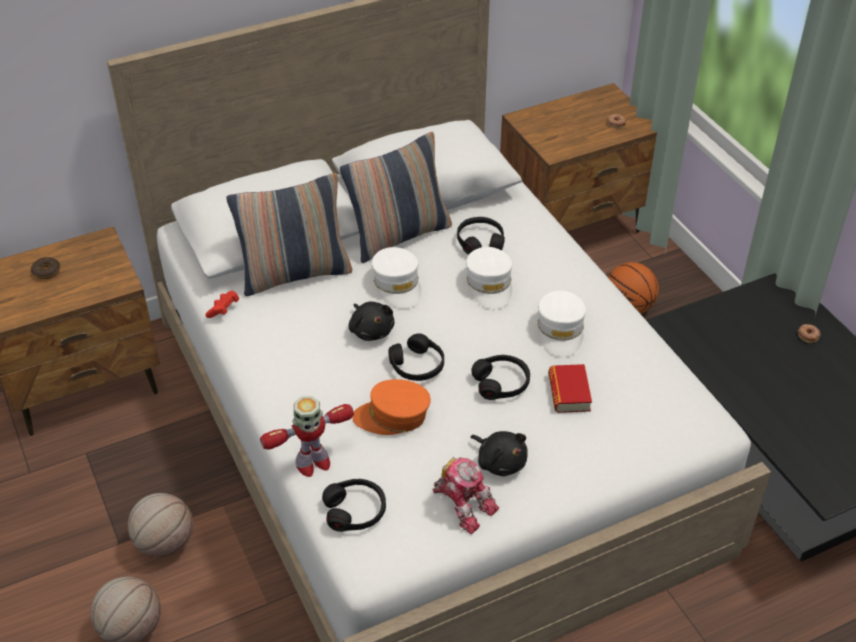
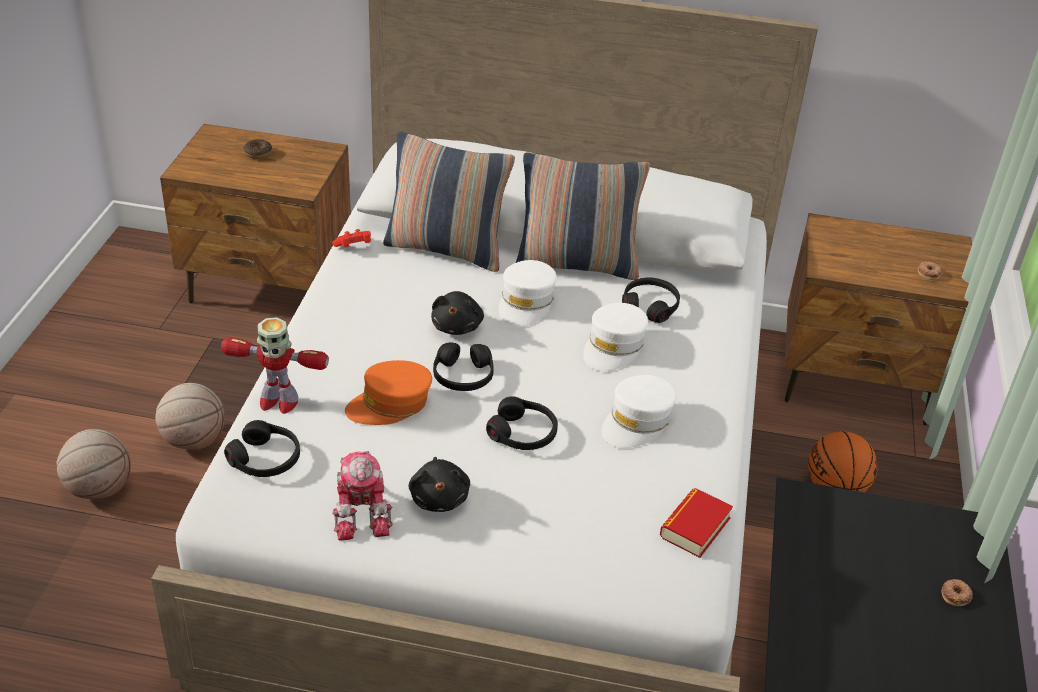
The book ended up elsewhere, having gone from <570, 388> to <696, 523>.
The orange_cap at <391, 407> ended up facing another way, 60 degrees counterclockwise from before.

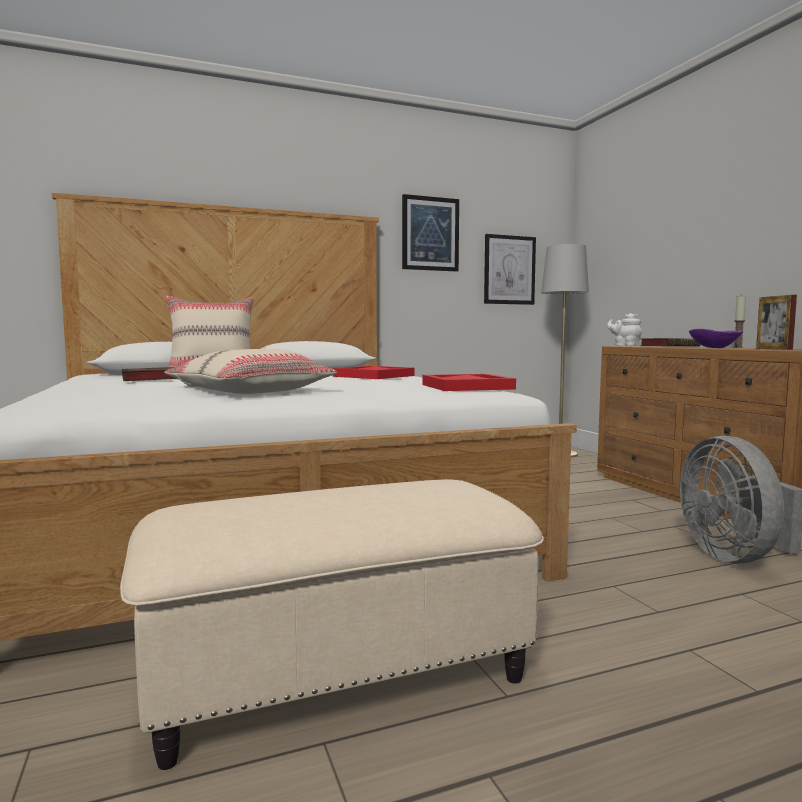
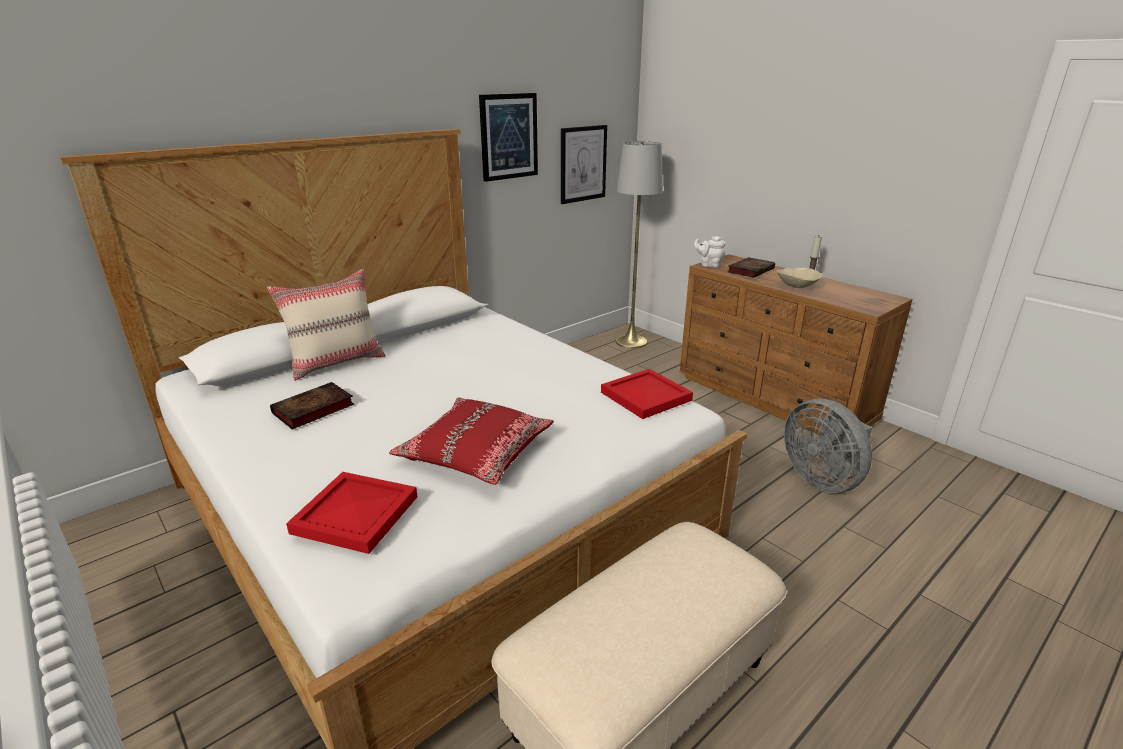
The second view lost the picture_frame at <776, 322>.
The red_tray ended up elsewhere, having gone from <374, 372> to <351, 513>.
What was the beige_pillow at <250, 371> turned into the red_pillow at <471, 441>.
What was the purple_bowl at <716, 338> turned into the beige_bowl at <799, 277>.

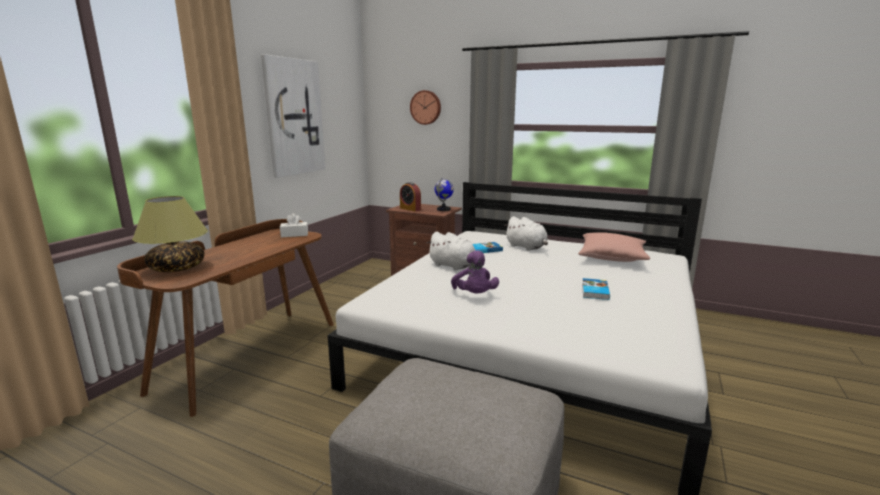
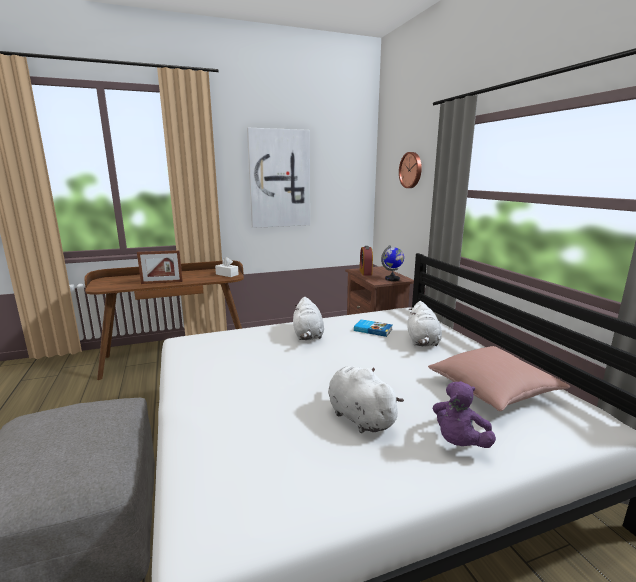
The second view lost the table_lamp at <170, 234>.
The second view gained the picture_frame at <160, 267>.
The purple_plush_toy ended up elsewhere, having gone from <475, 272> to <464, 414>.
Where the book stood at <596, 289>, the white_plush_toy came to stand at <366, 399>.

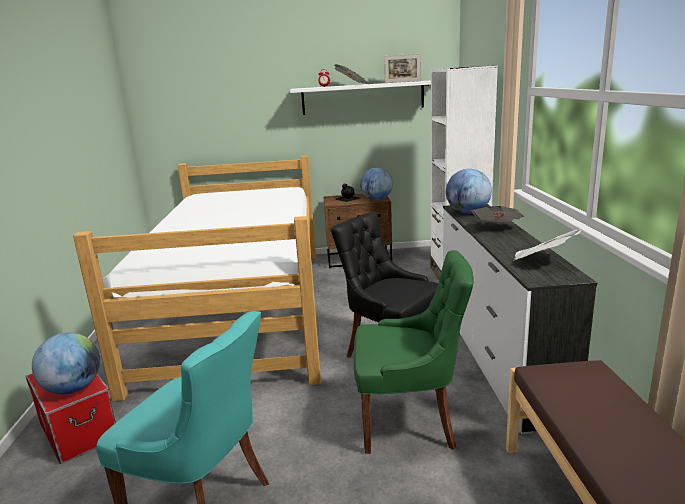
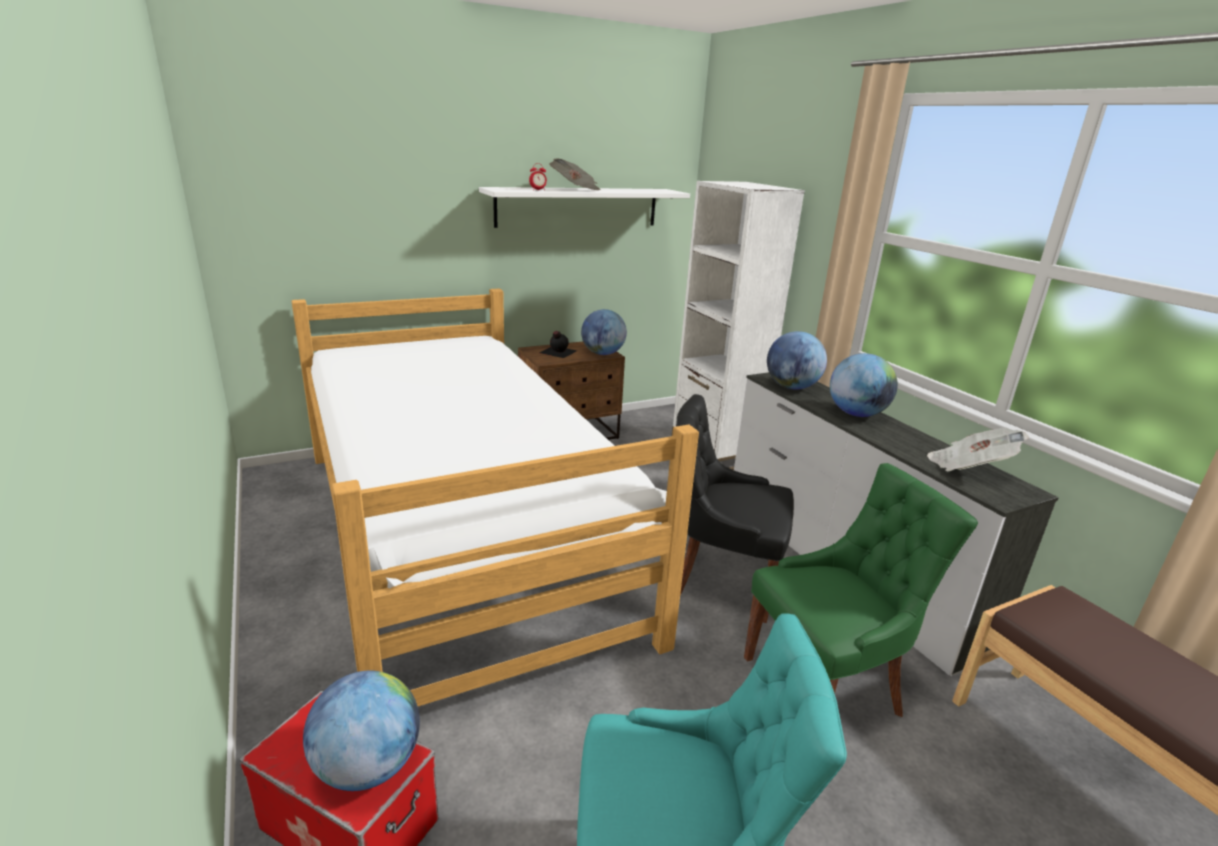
The second view lost the picture_frame at <402, 68>.
Where the newspaper stood at <497, 214>, the globe came to stand at <864, 385>.

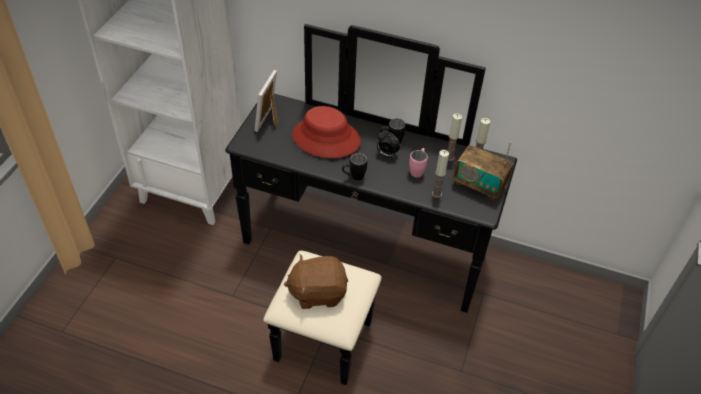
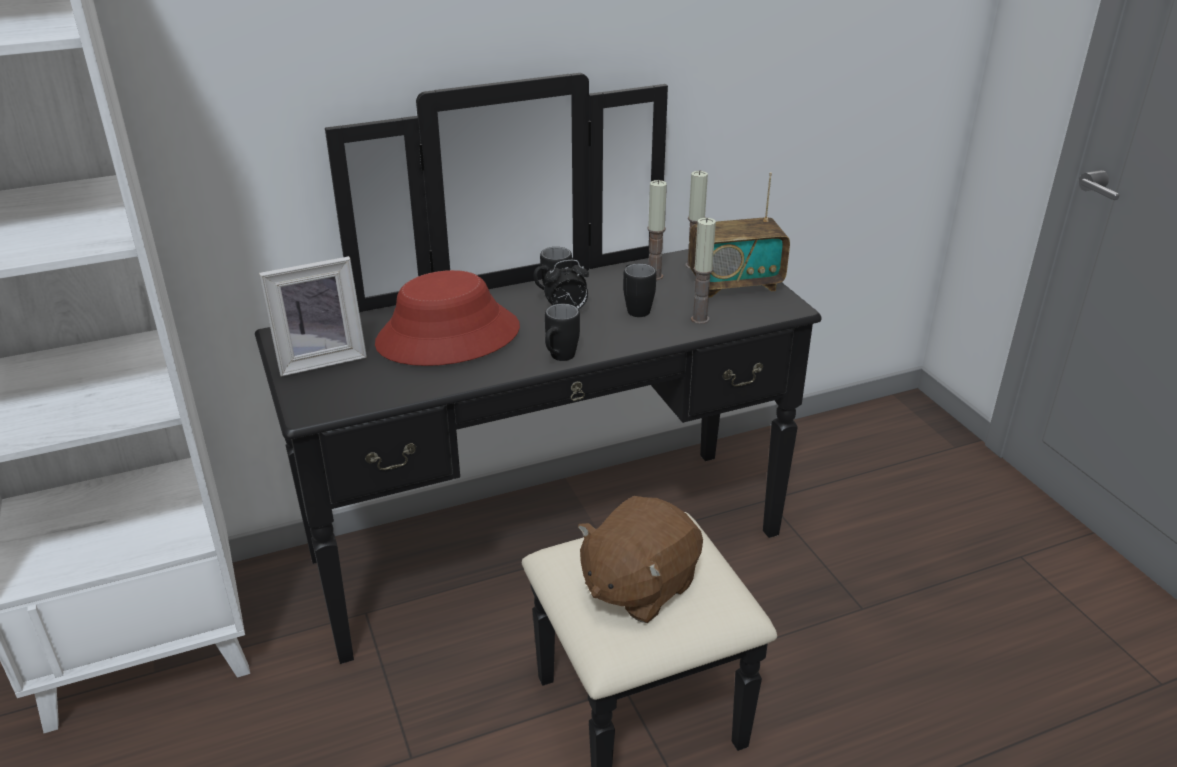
What was the pink_mug at <418, 163> turned into the black_mug at <639, 290>.
The picture_frame at <266, 101> ended up facing another way, 90 degrees counterclockwise from before.

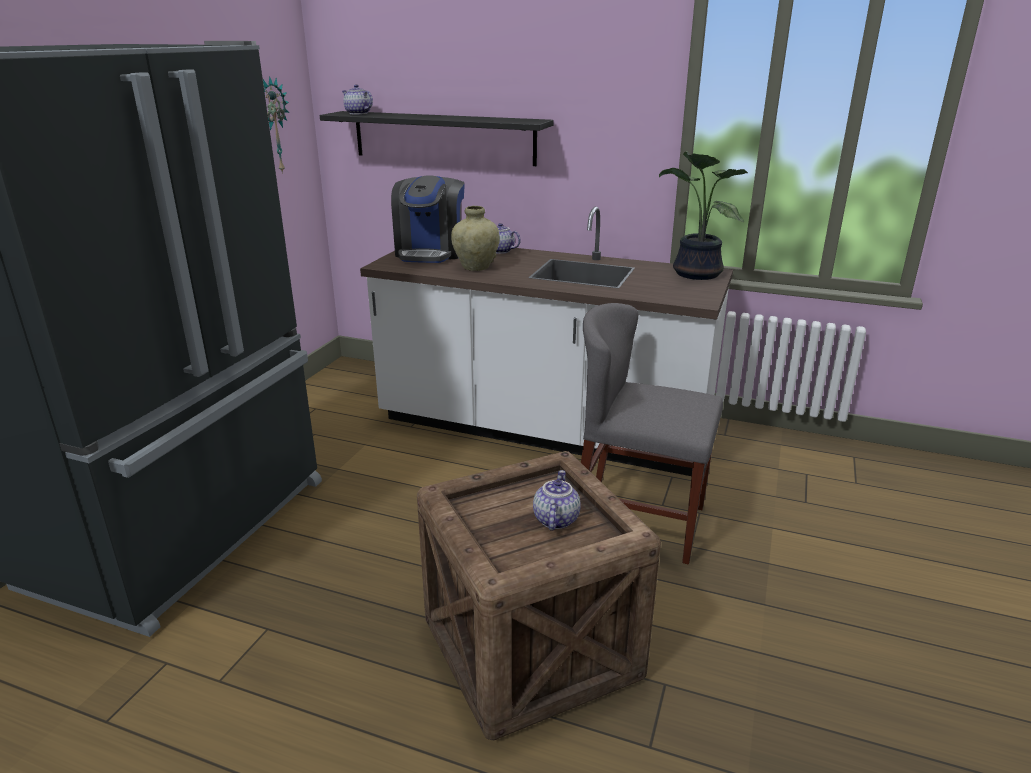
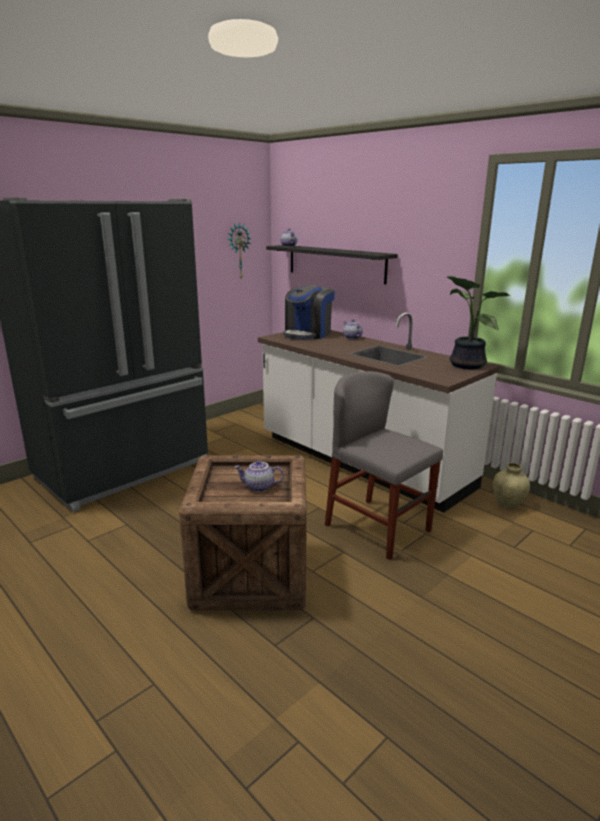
The beige_vase ended up elsewhere, having gone from <475, 238> to <511, 486>.
The teapot at <557, 500> ended up facing another way, 120 degrees counterclockwise from before.

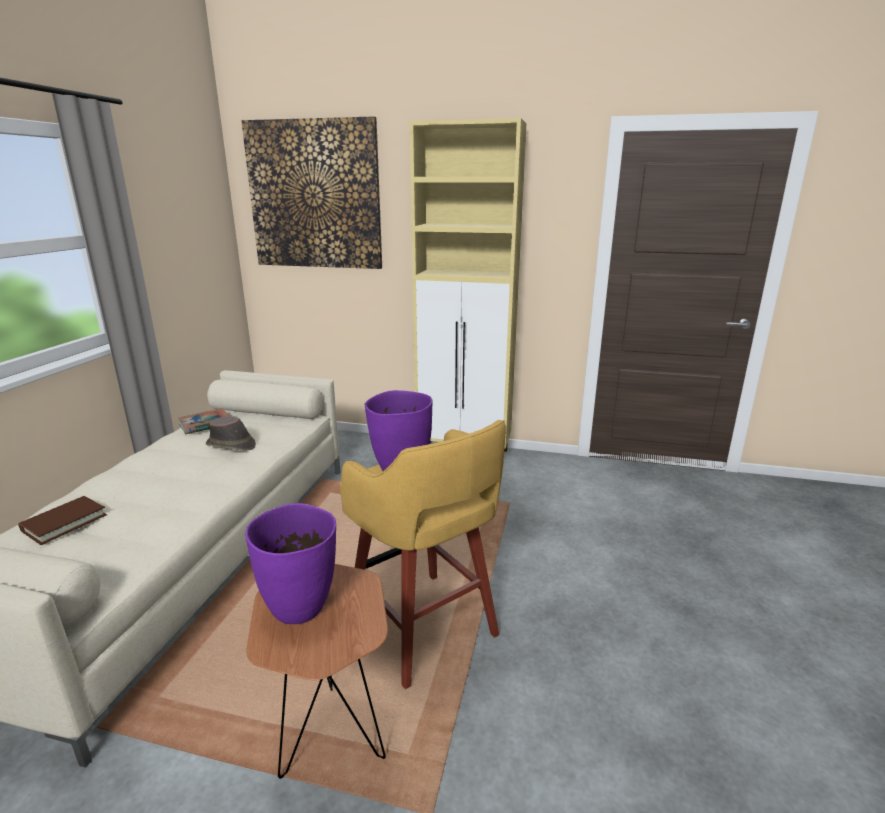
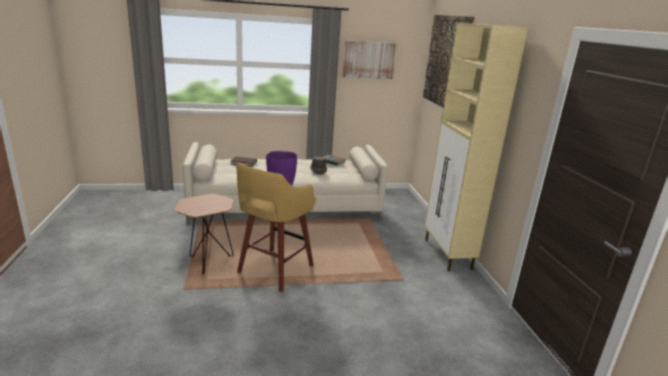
The second view lost the purple_vase at <290, 563>.
The second view gained the picture at <370, 59>.

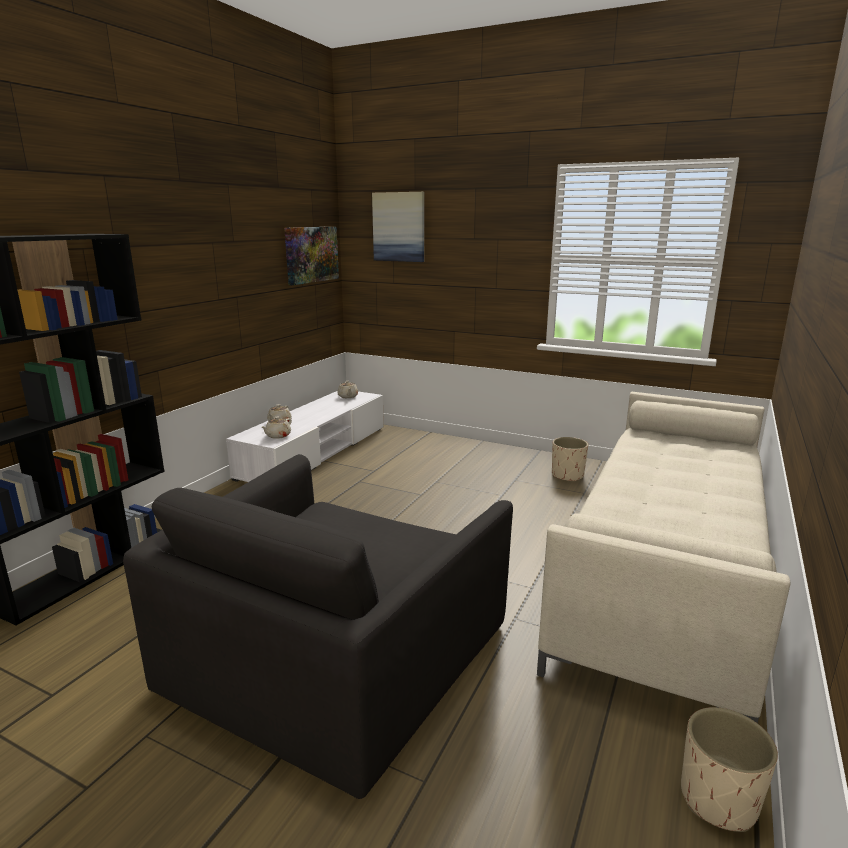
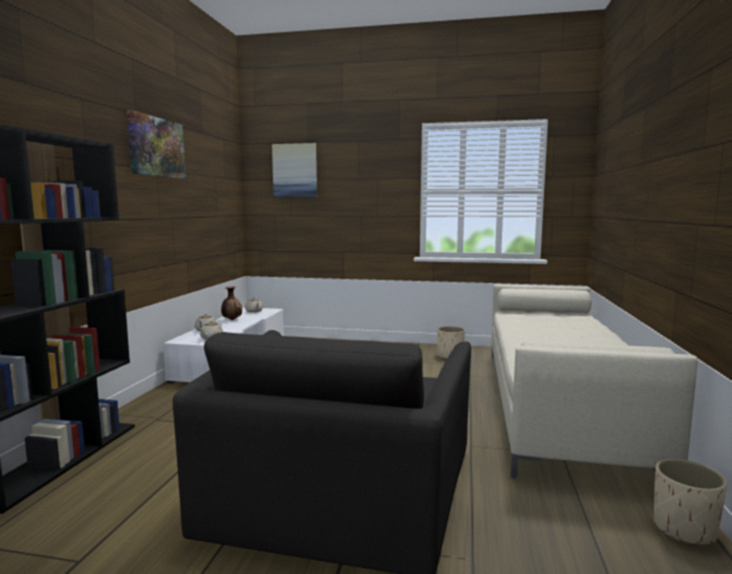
The second view gained the vase at <231, 303>.
The picture ended up elsewhere, having gone from <311, 256> to <156, 144>.

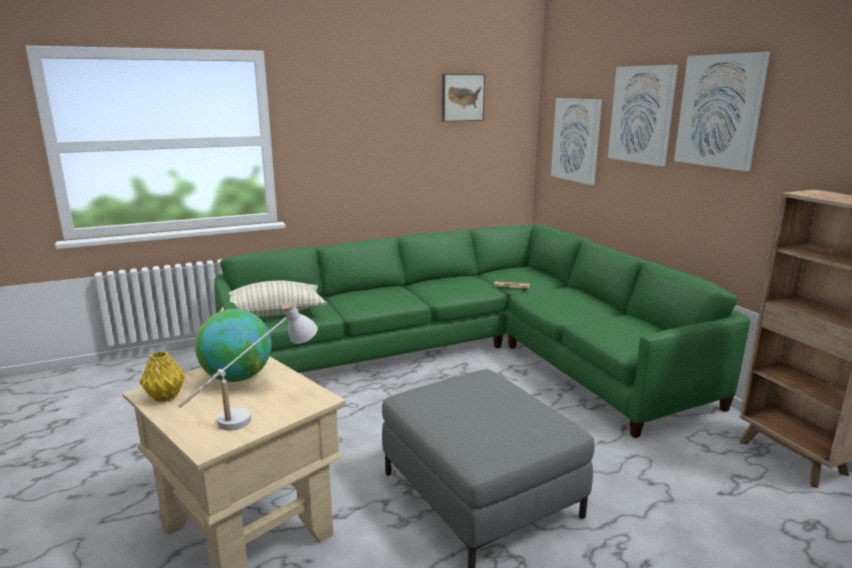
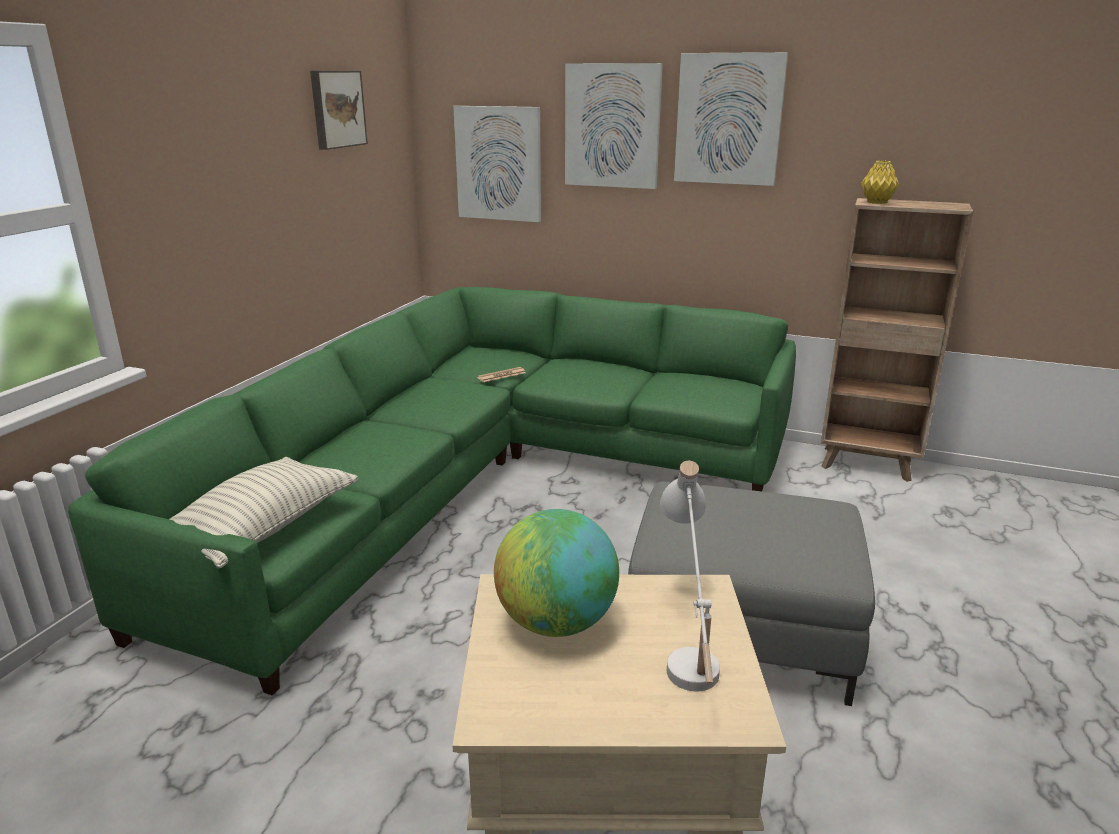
The yellow_vase ended up elsewhere, having gone from <162, 376> to <880, 182>.

